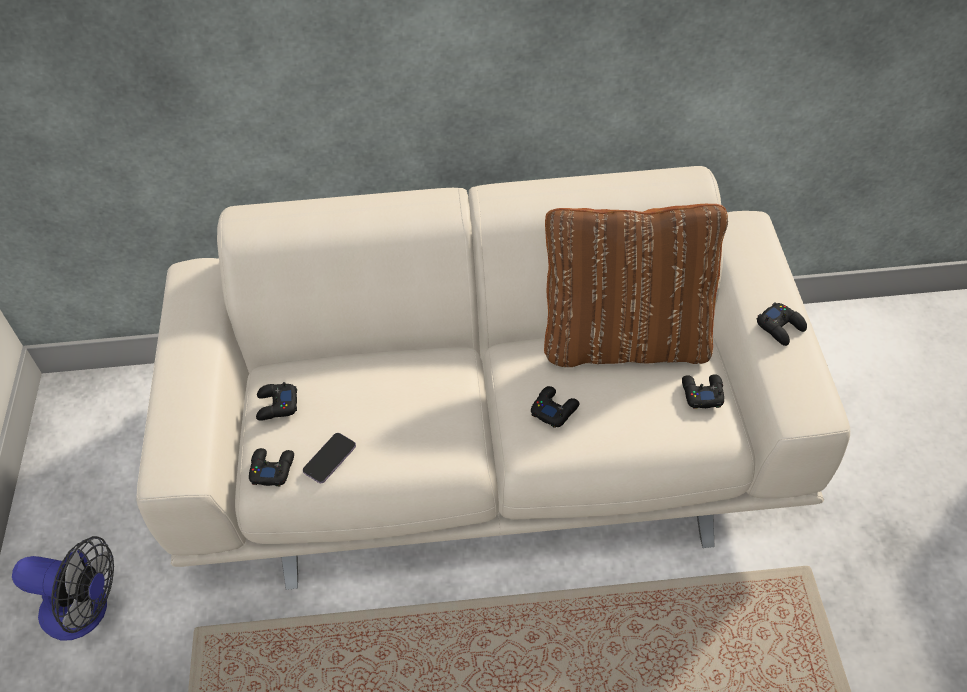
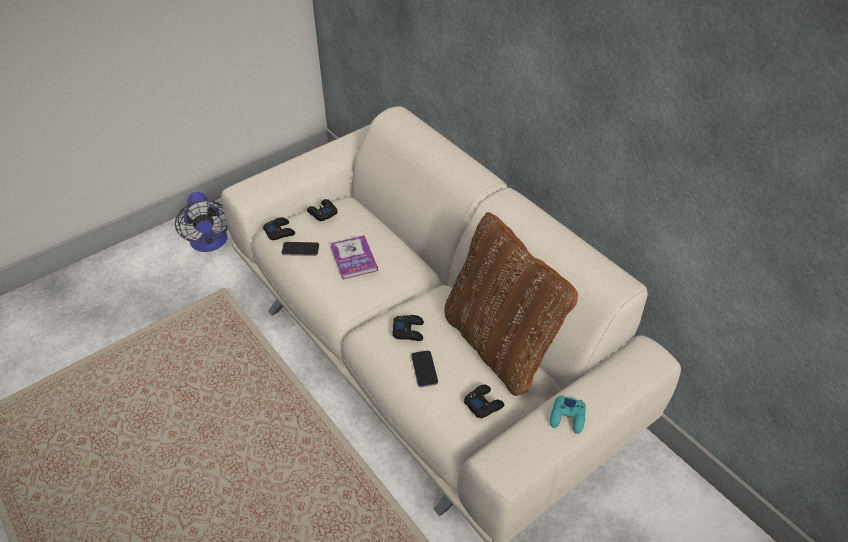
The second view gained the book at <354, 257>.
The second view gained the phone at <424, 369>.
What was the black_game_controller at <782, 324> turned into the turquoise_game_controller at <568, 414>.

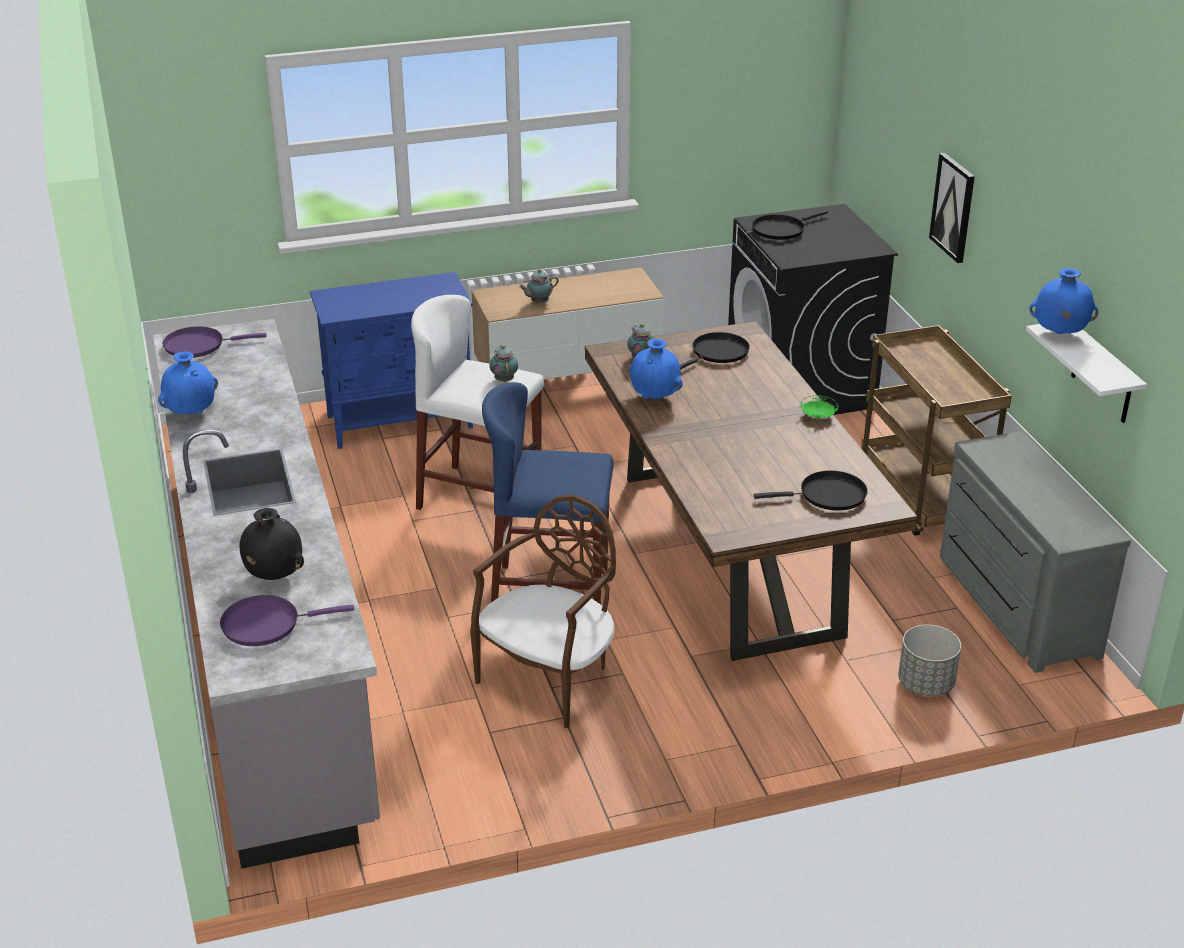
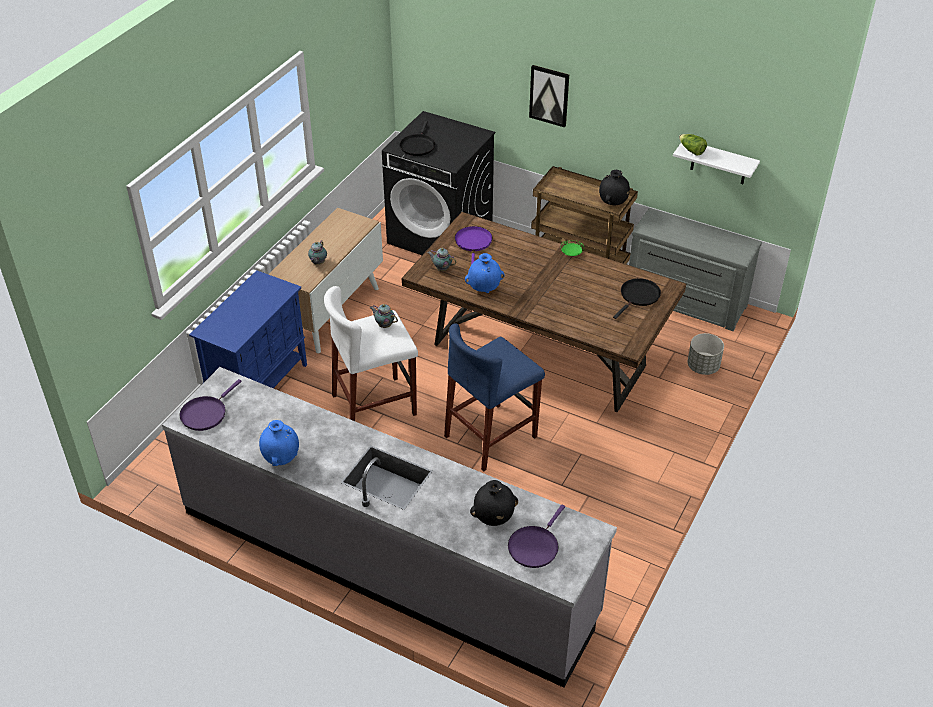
The second view lost the brown_chair at <543, 611>.
The second view gained the black_vase at <614, 187>.
Where the blue_vase stood at <1064, 301>, the lettuce came to stand at <693, 145>.
What was the black_frying_pan at <715, 351> turned into the purple_frying_pan at <473, 245>.

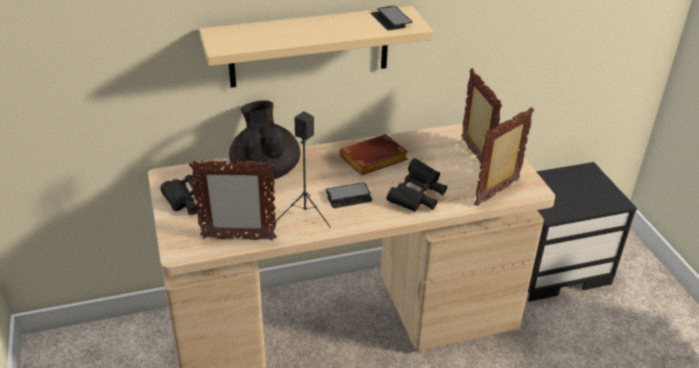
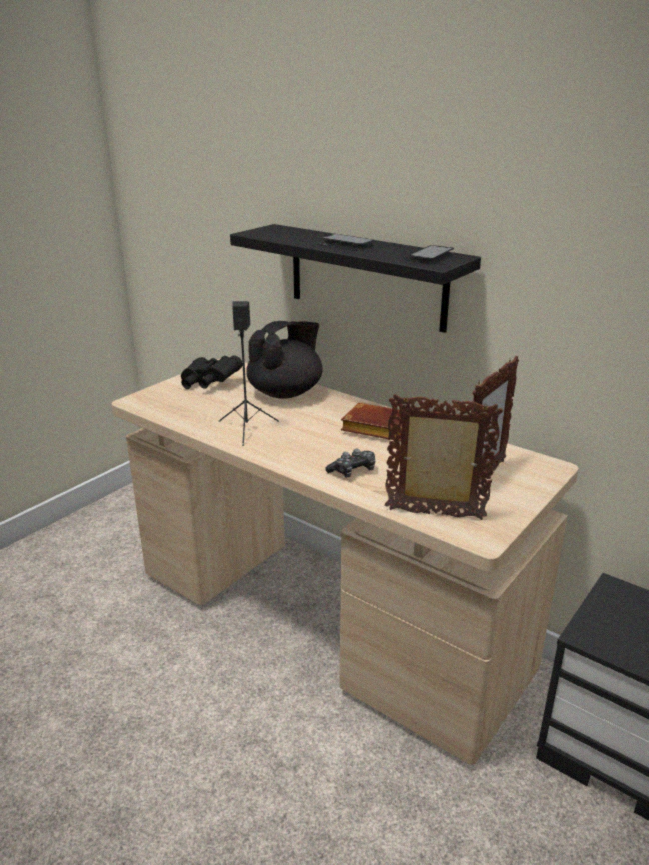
The second view lost the picture_frame at <233, 200>.
The phone ended up elsewhere, having gone from <349, 195> to <345, 242>.
Where the black_binoculars stood at <417, 185>, the game_controller came to stand at <350, 463>.
What was the beige_shelf at <316, 47> turned into the black_shelf at <355, 278>.

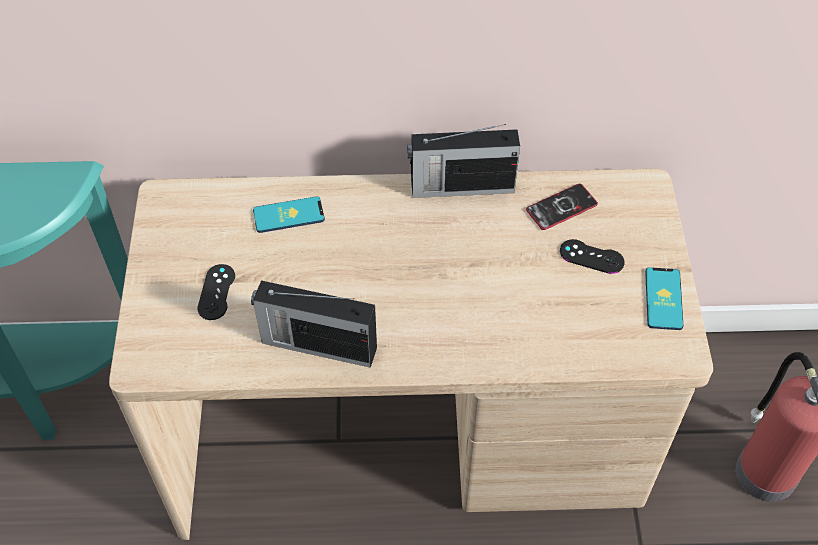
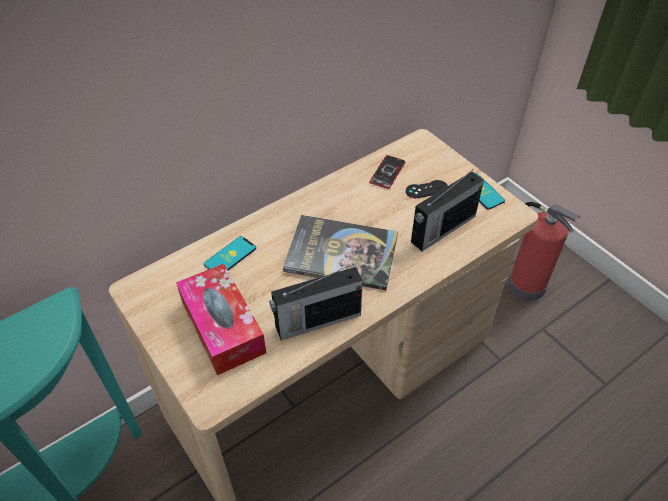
The second view gained the book at <340, 252>.
The radio ended up elsewhere, having gone from <463, 161> to <447, 210>.
Where the black_game_controller stood at <216, 292>, the tissue_box came to stand at <221, 319>.

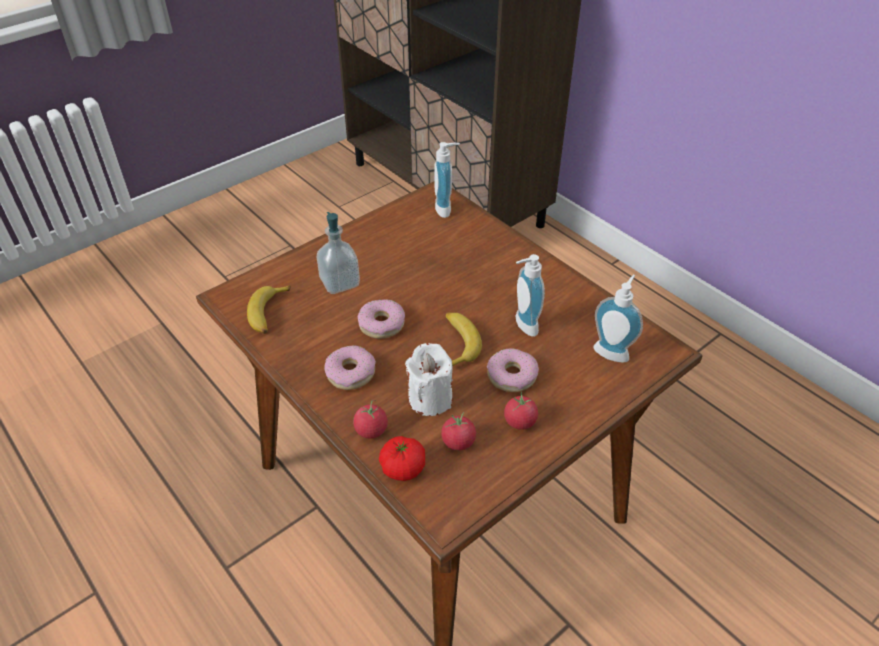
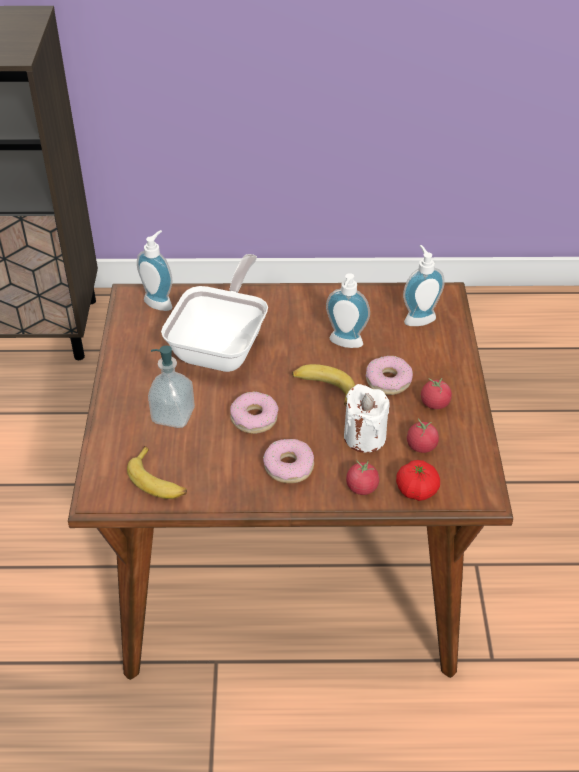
The second view gained the frying_pan at <214, 313>.

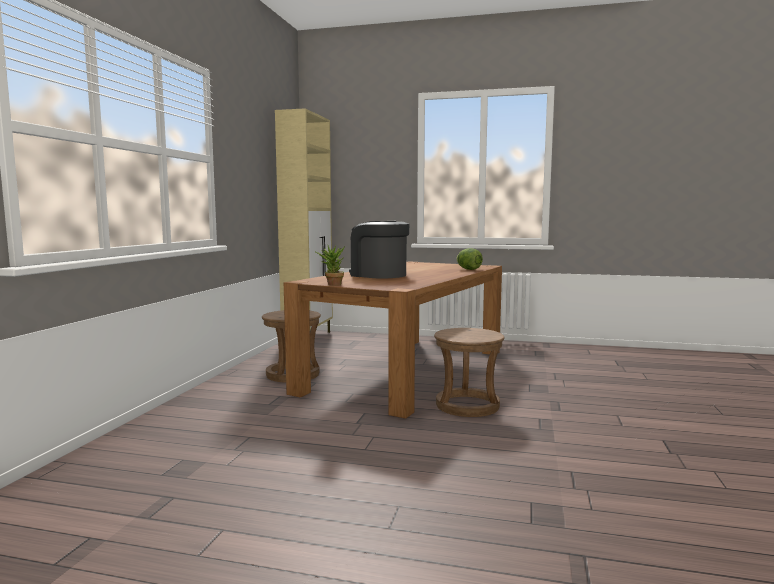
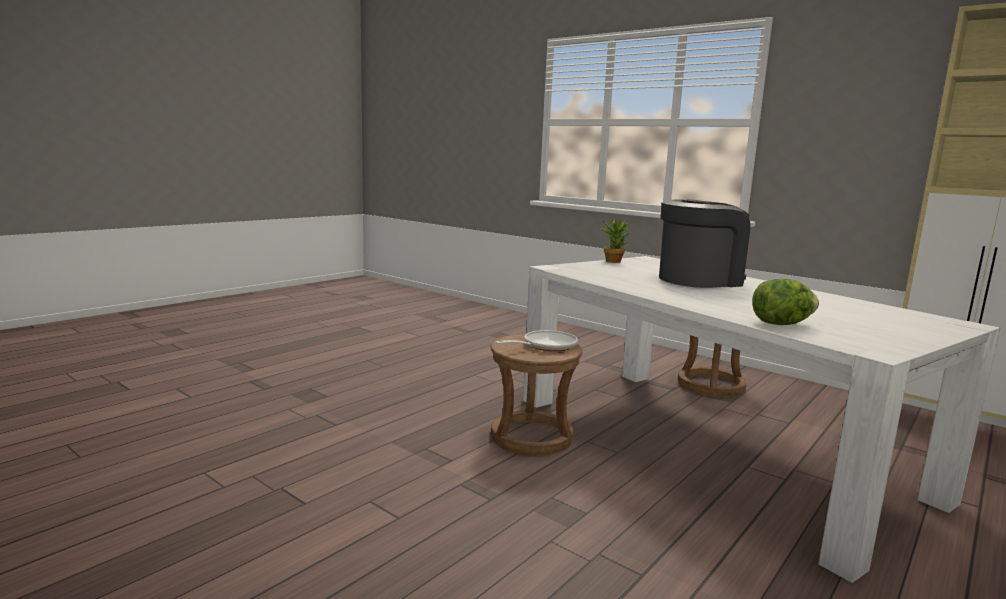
The second view gained the frying_pan at <536, 340>.
What was the brown_dining_table at <393, 340> turned into the white_dining_table at <762, 419>.

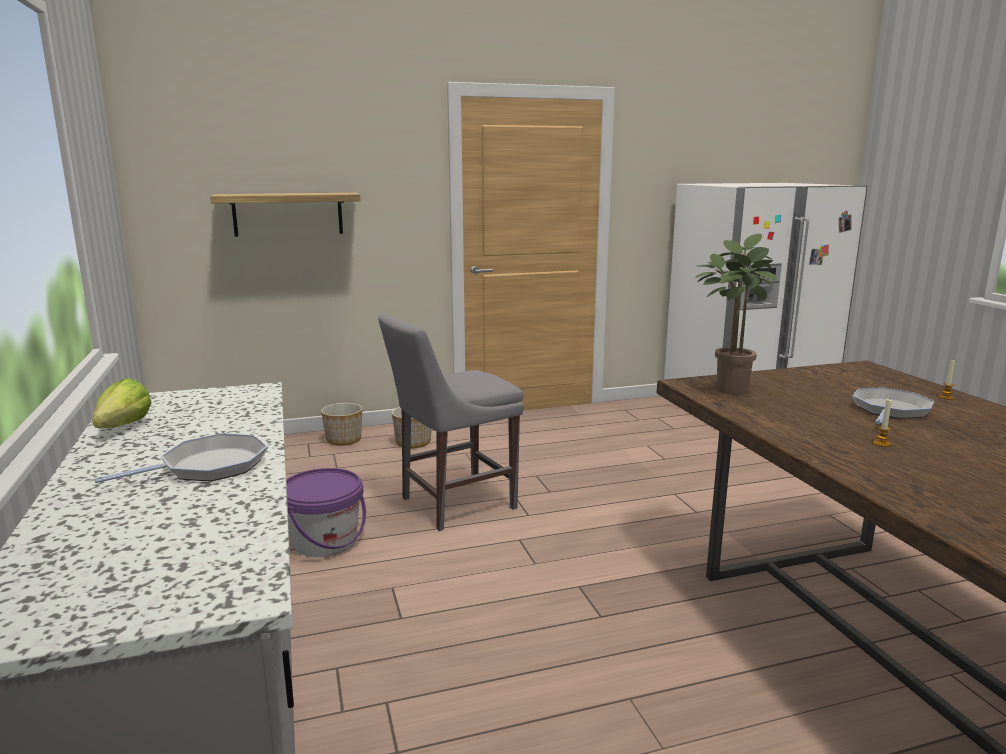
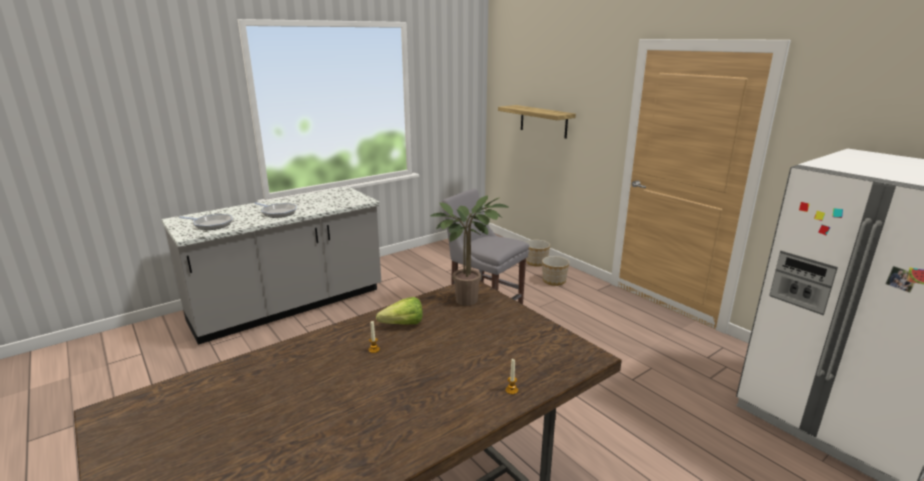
The second view lost the purple_bucket at <326, 512>.
The lettuce ended up elsewhere, having gone from <122, 403> to <399, 311>.
The frying_pan ended up elsewhere, having gone from <893, 405> to <206, 222>.

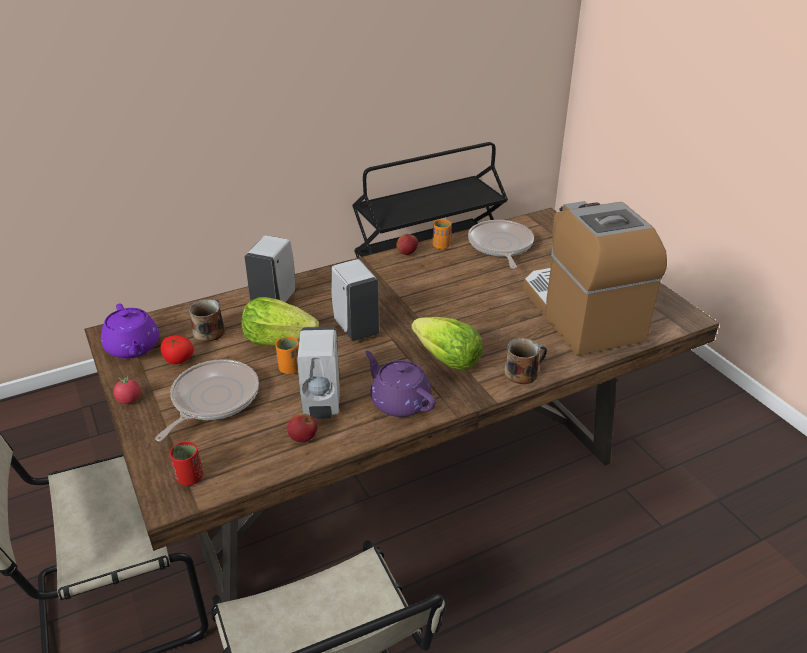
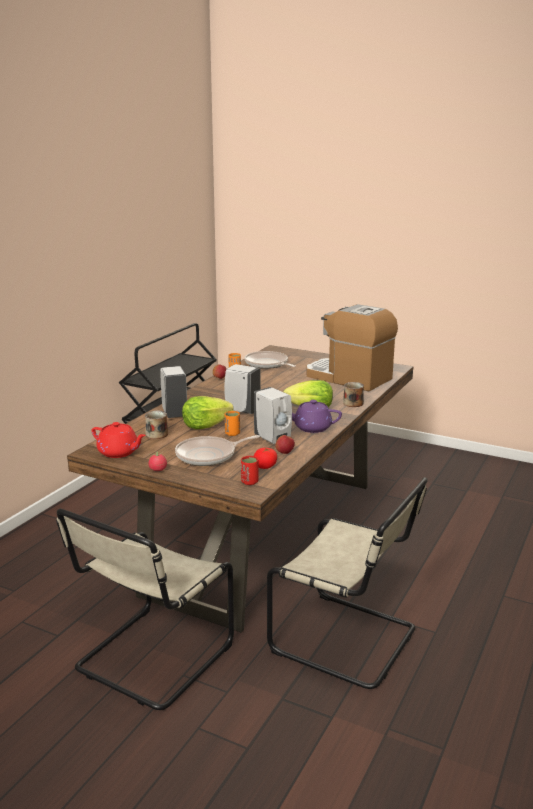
The tomato ended up elsewhere, having gone from <177, 349> to <265, 458>.
What was the purple_teapot at <130, 331> turned into the red_teapot at <119, 440>.
The frying_pan at <207, 400> ended up facing another way, 105 degrees counterclockwise from before.

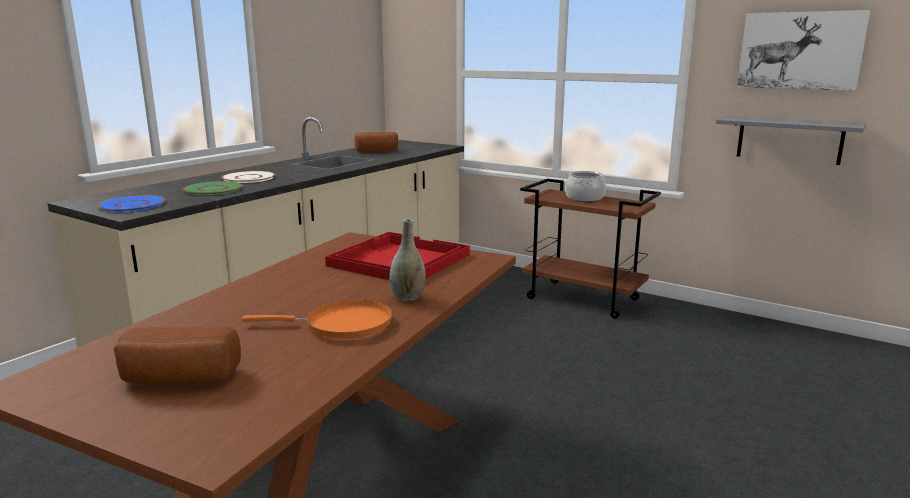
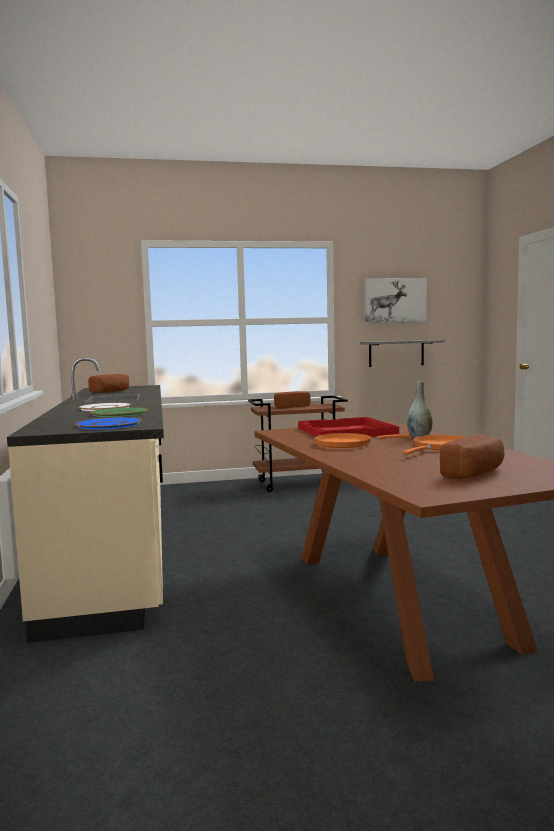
The second view gained the orange_frying_pan at <362, 440>.
Where the cooking_pot stood at <585, 186>, the bread came to stand at <292, 399>.

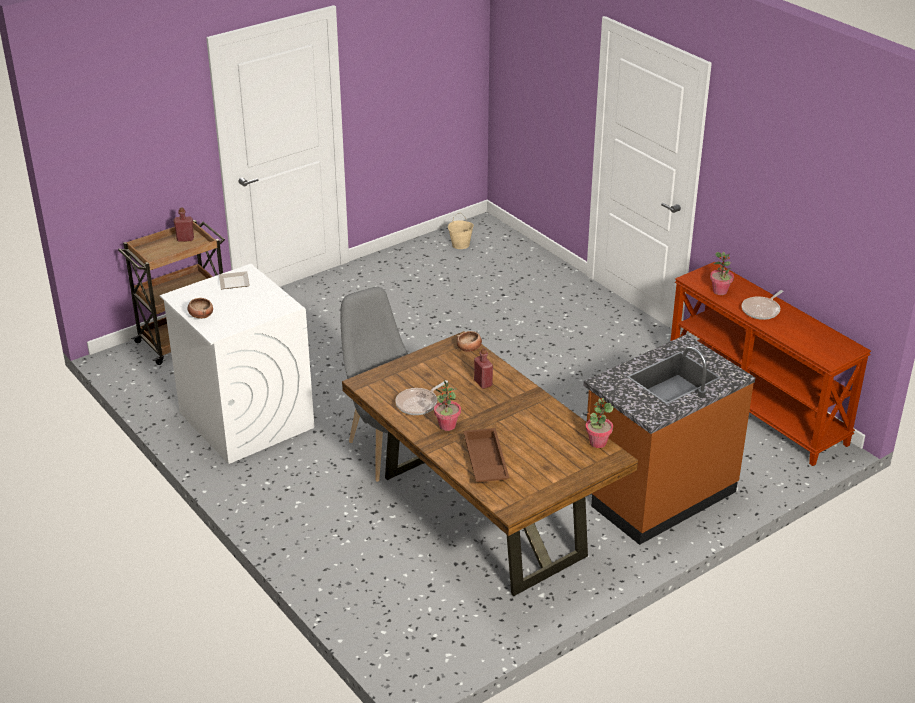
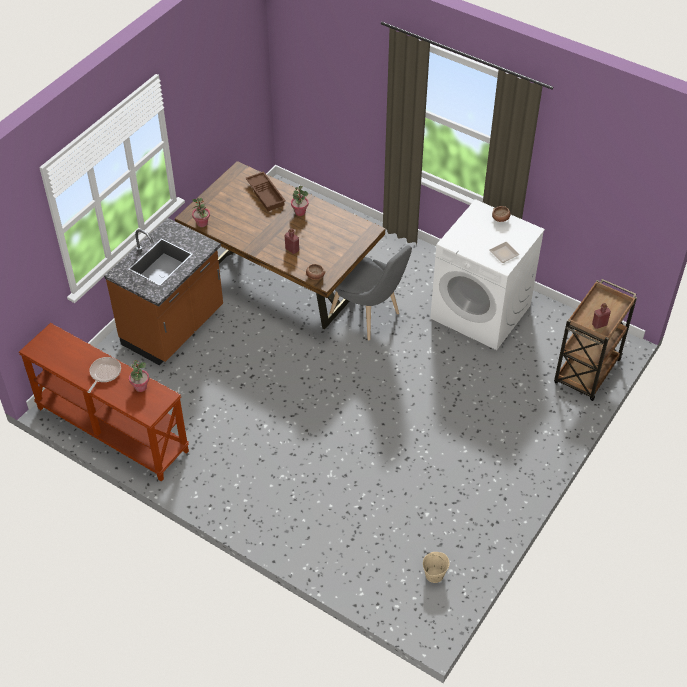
The second view lost the frying_pan at <421, 397>.

